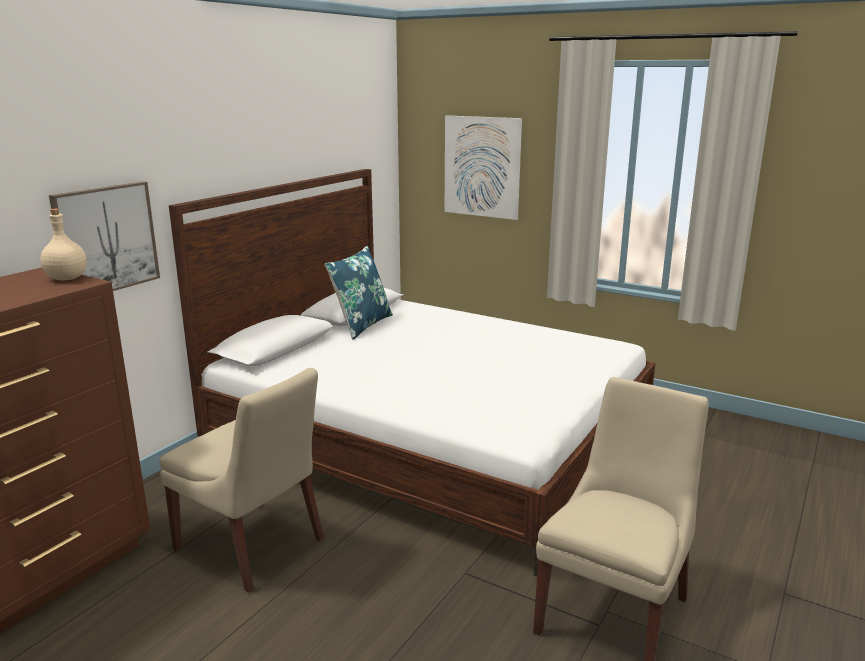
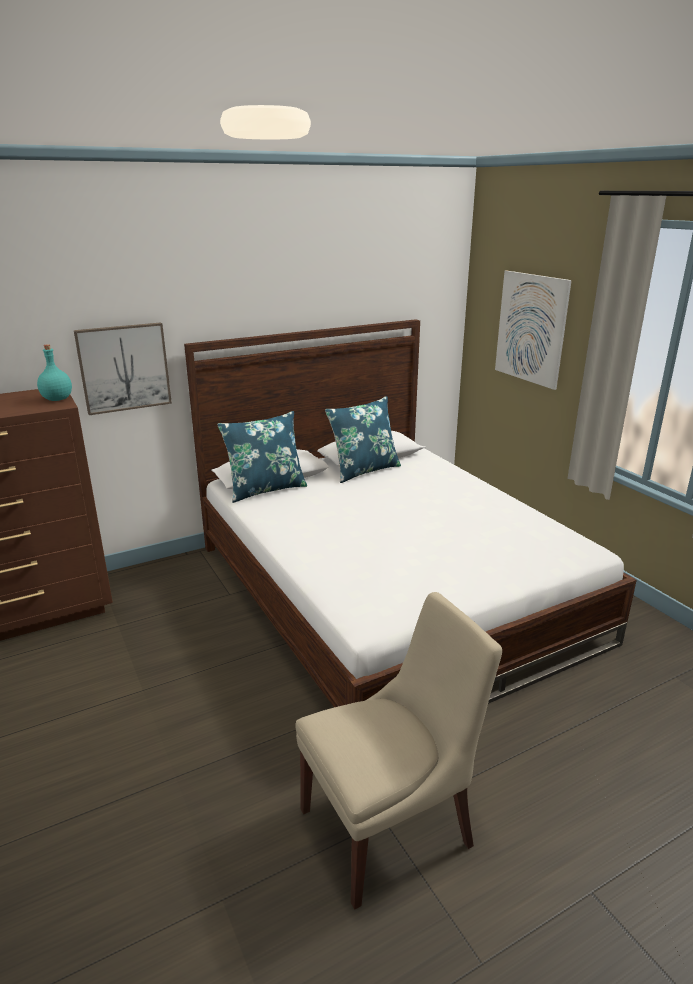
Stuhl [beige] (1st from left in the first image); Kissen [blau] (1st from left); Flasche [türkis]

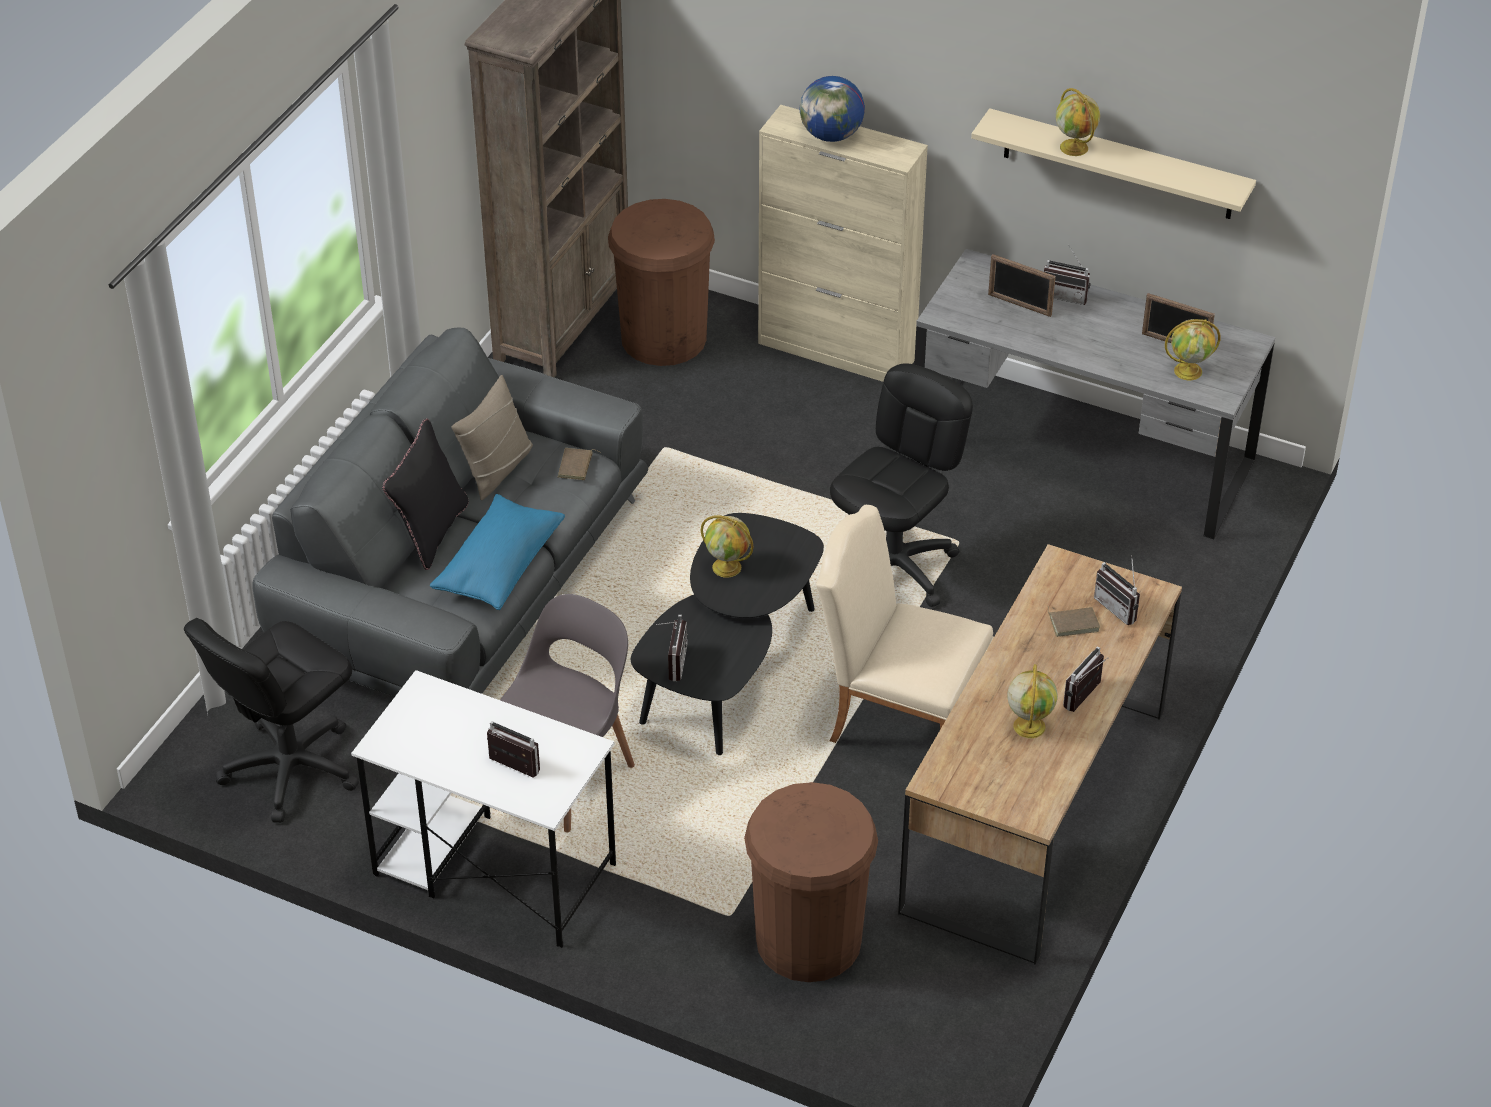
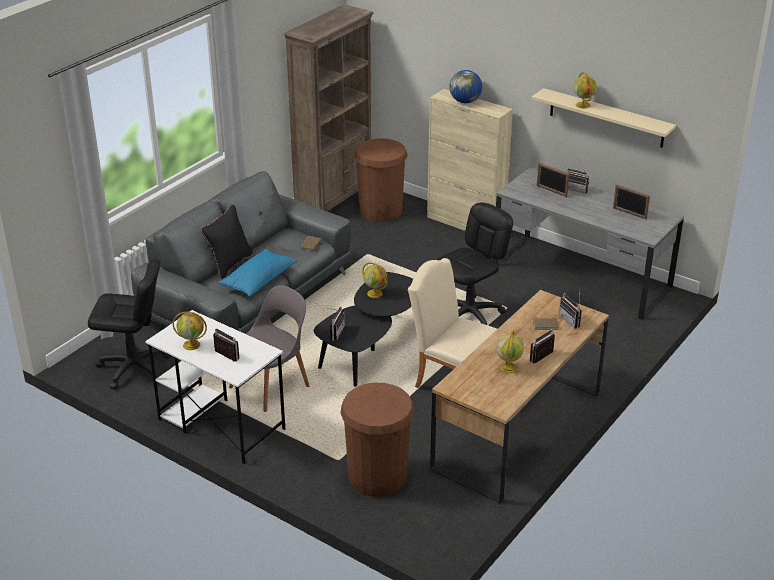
Kissen [beige]; Globus (1st from left); Bürostuhl [schwarz] (1st from left)

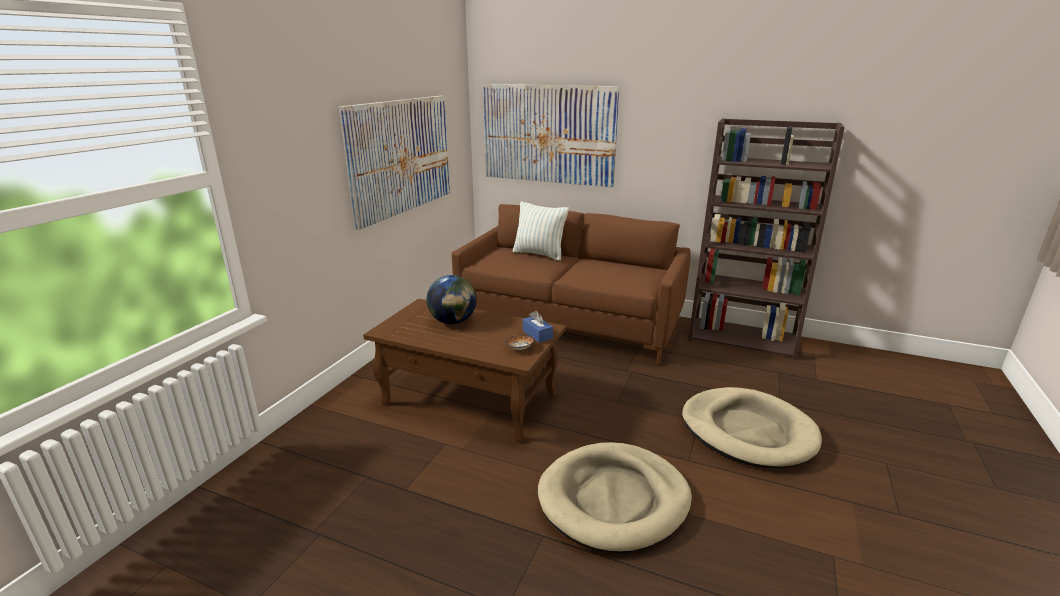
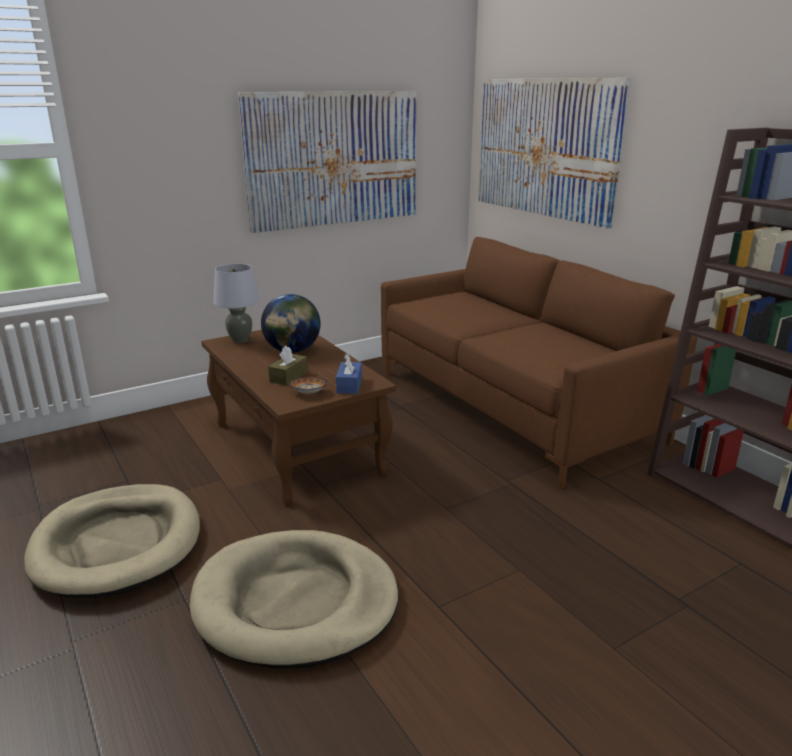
Kissen; Tischlampe [grau]; Taschentuchbox [braun]; Hundebett [beige] (1st from left)

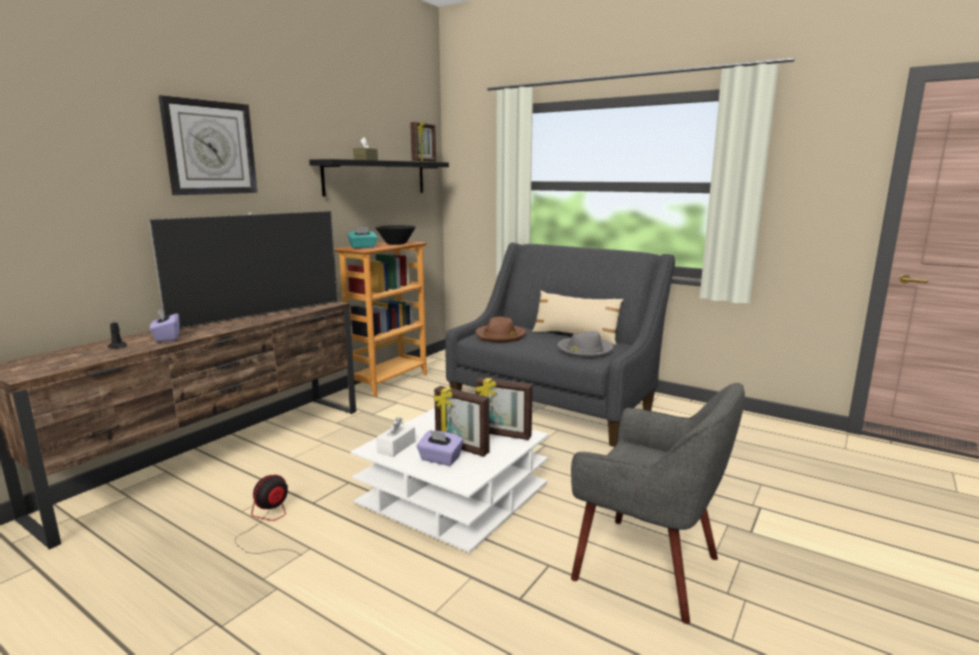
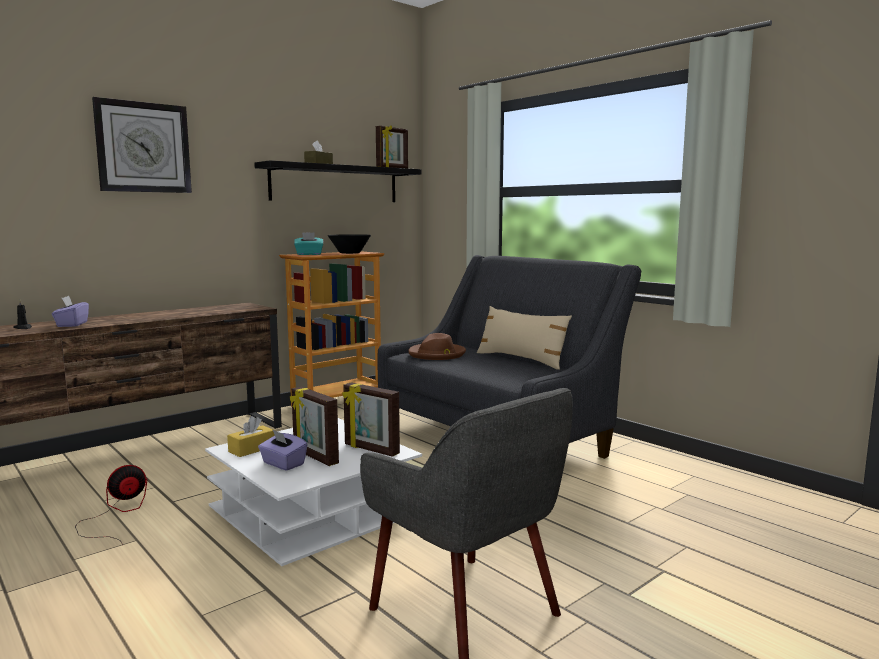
Fernseher; Hut [grau]; Taschentuchbox [gelb]

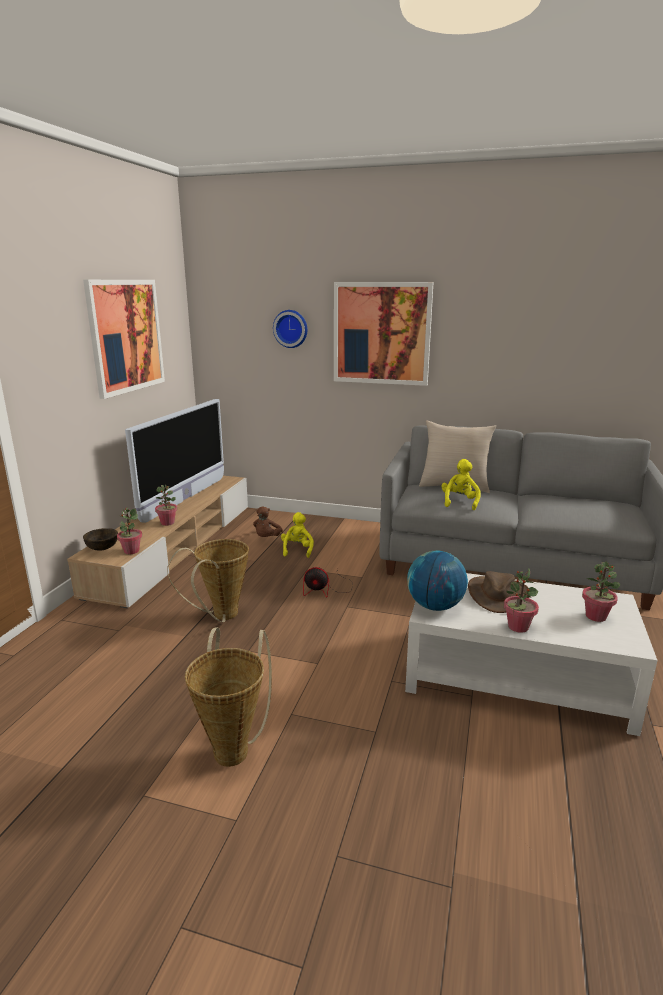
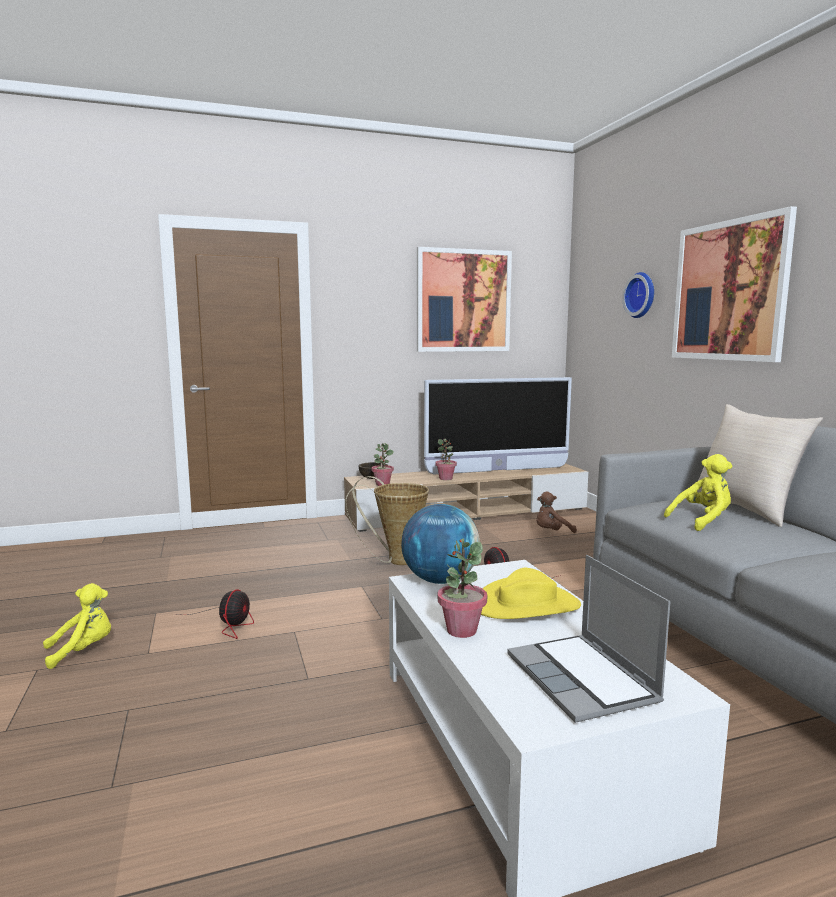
Plüschtier [gelb] (1st from left); Ventilator (1st from left); Laptop; Hut [gelb]

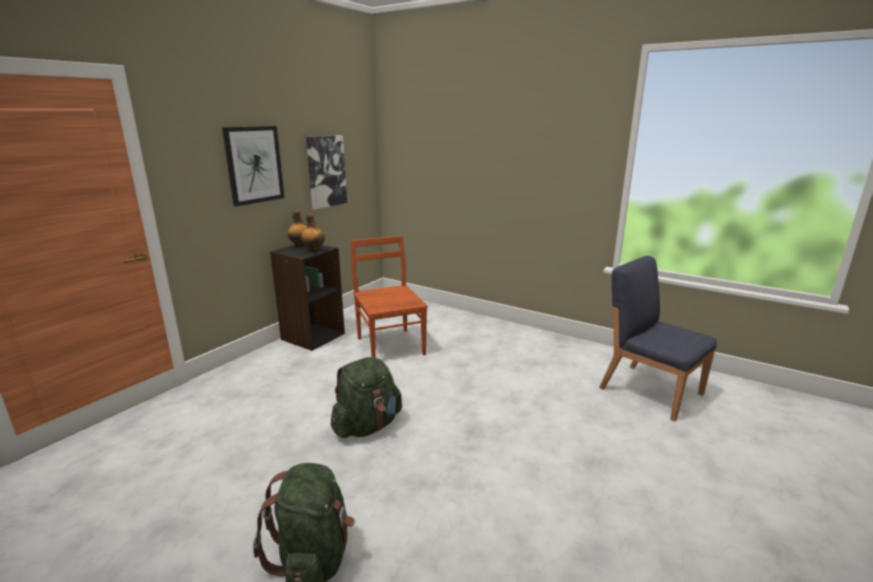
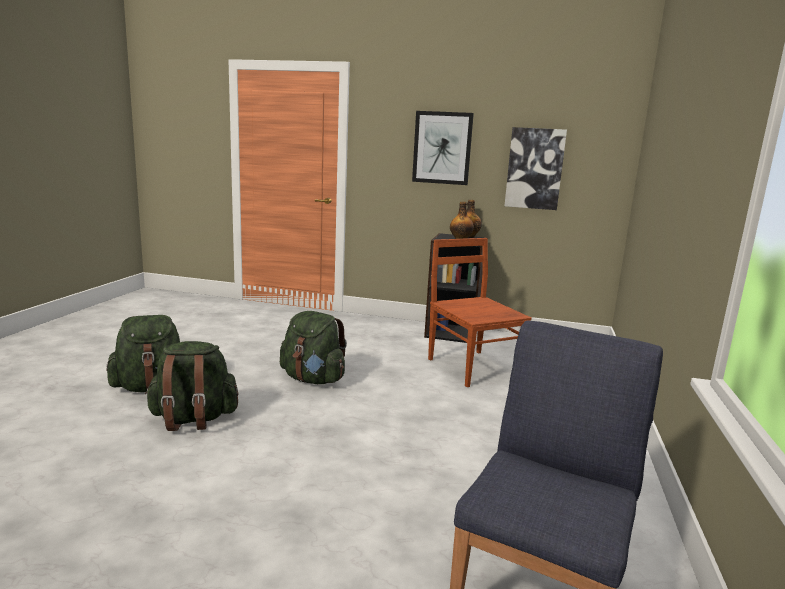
Rucksack [grün] (2nd from left); Stuhl [braun]

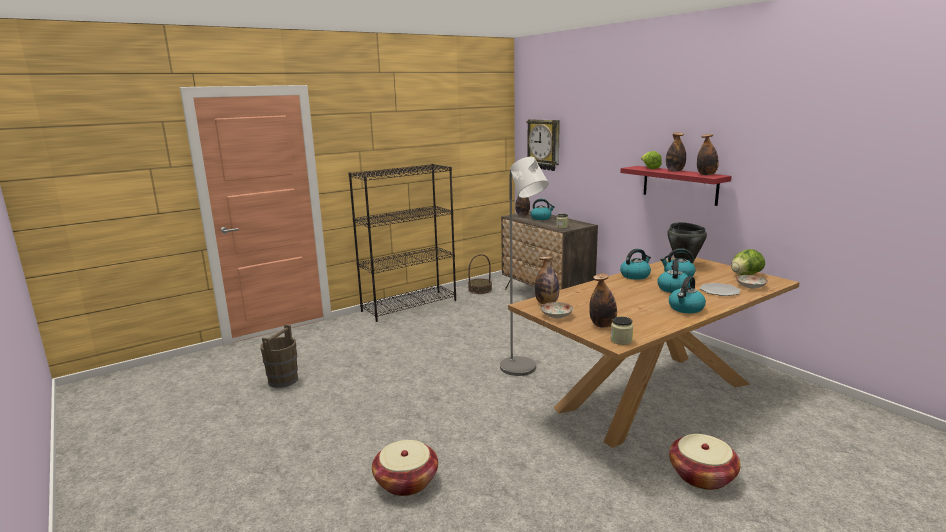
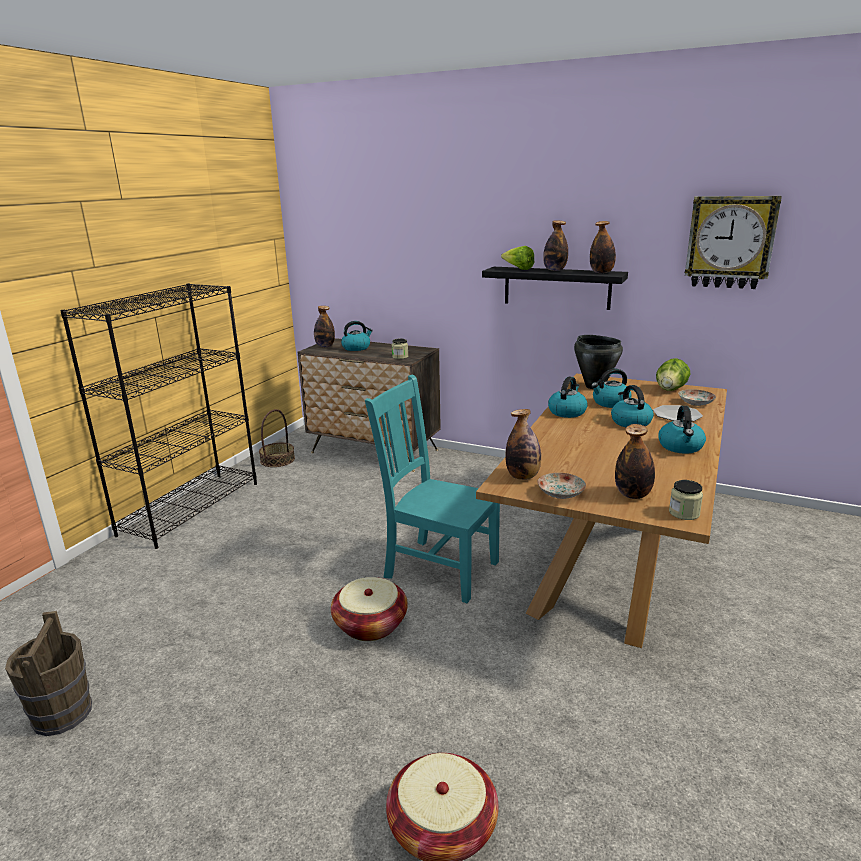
Wanduhr; Korb (2nd from left); Stuhl [türkis]; Wandregal [schwarz]

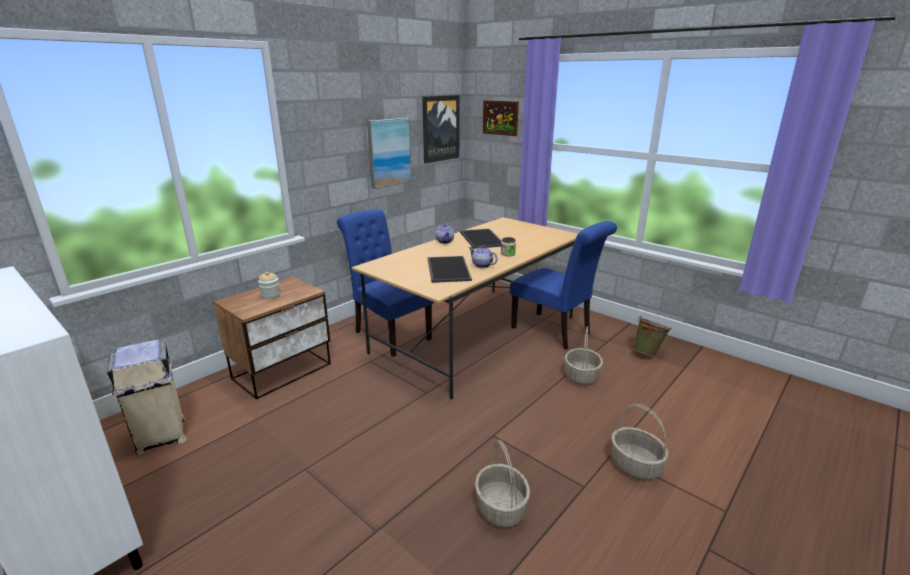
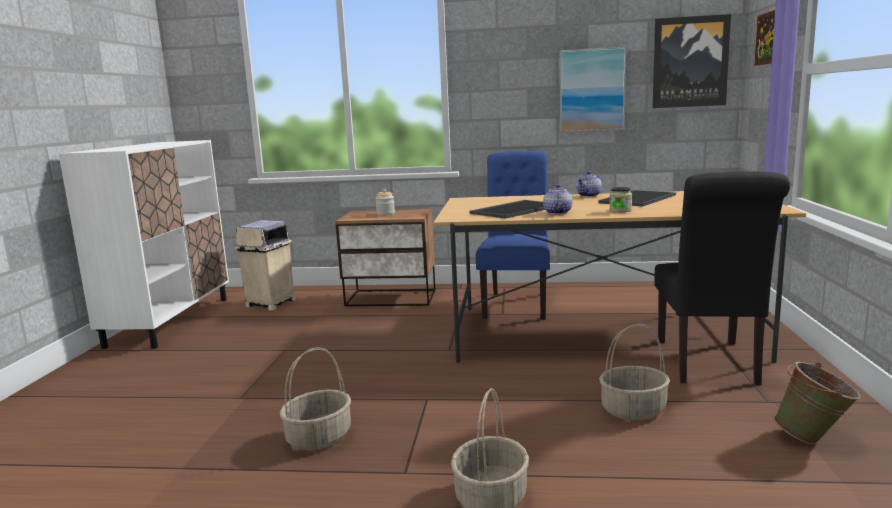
Stuhl [schwarz]

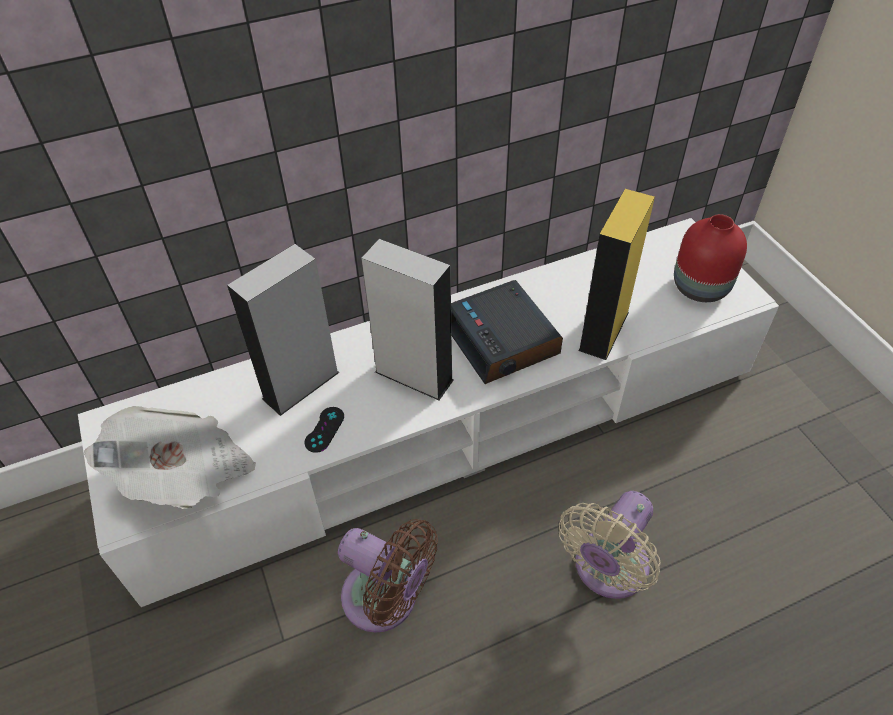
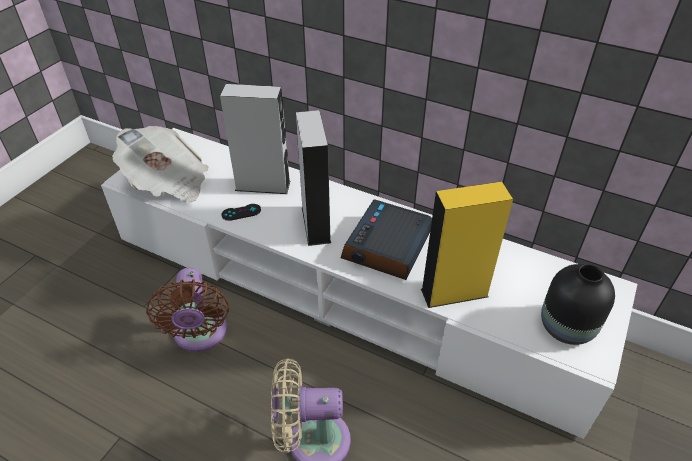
Vase [schwarz]

